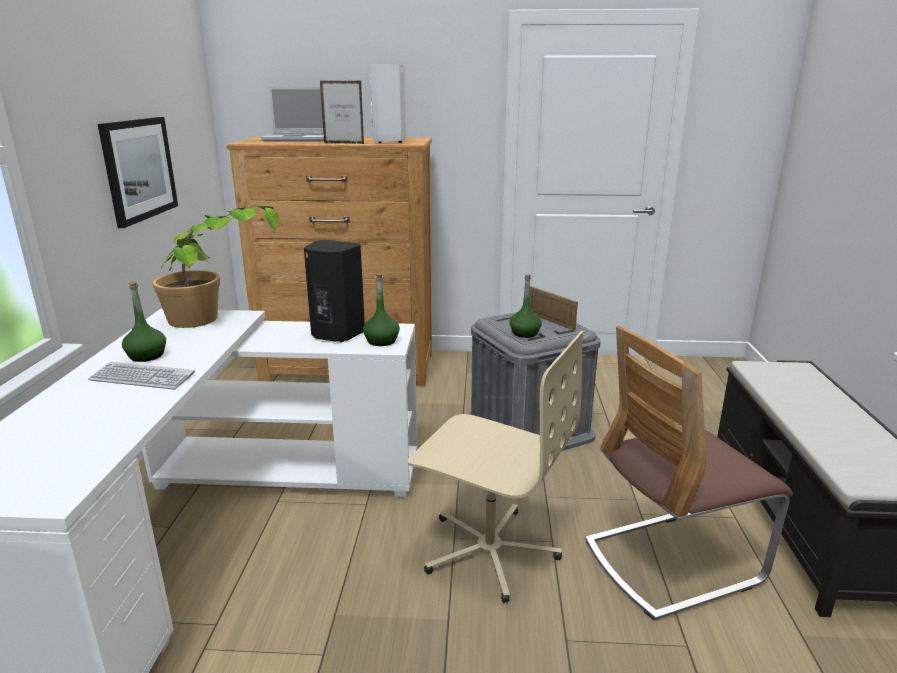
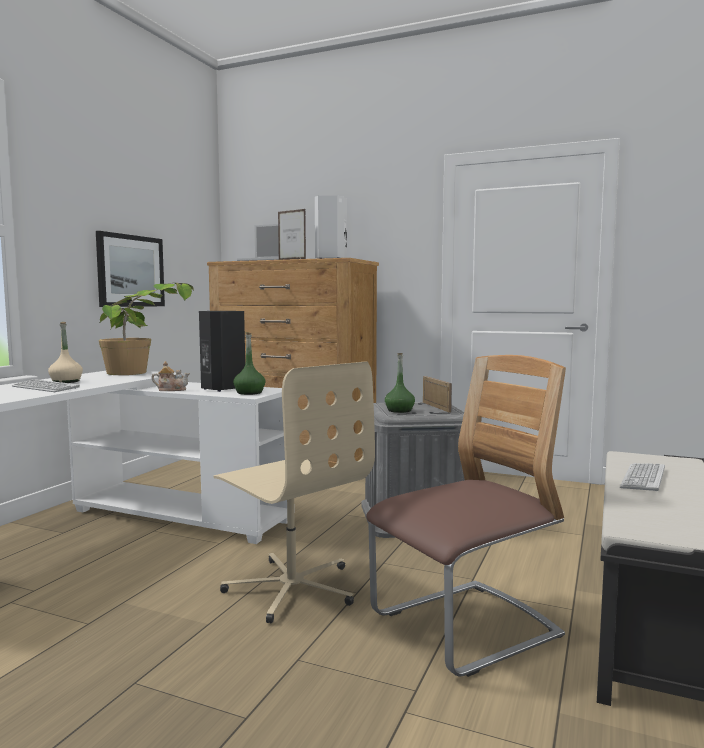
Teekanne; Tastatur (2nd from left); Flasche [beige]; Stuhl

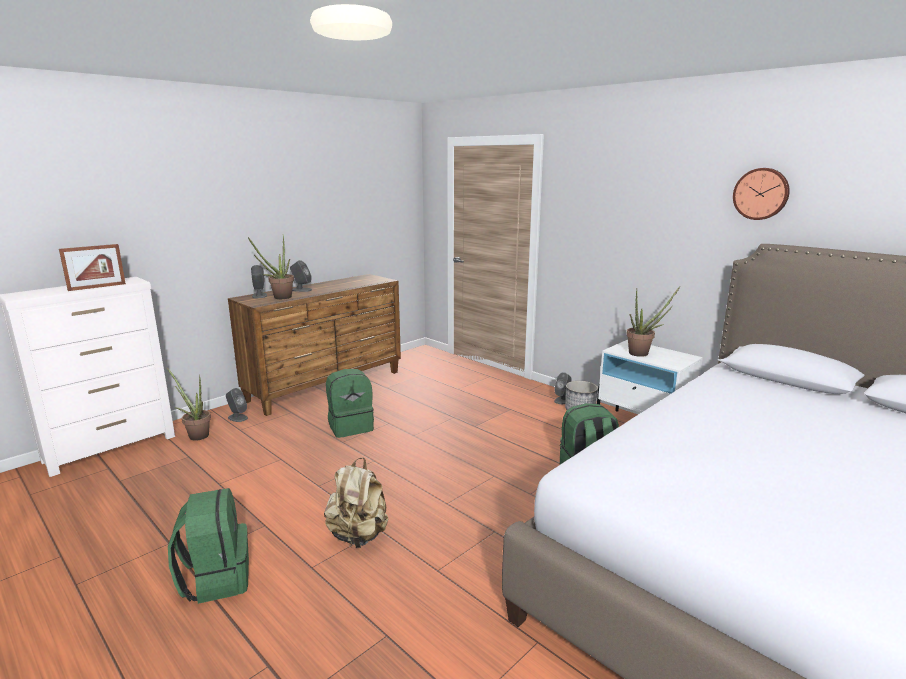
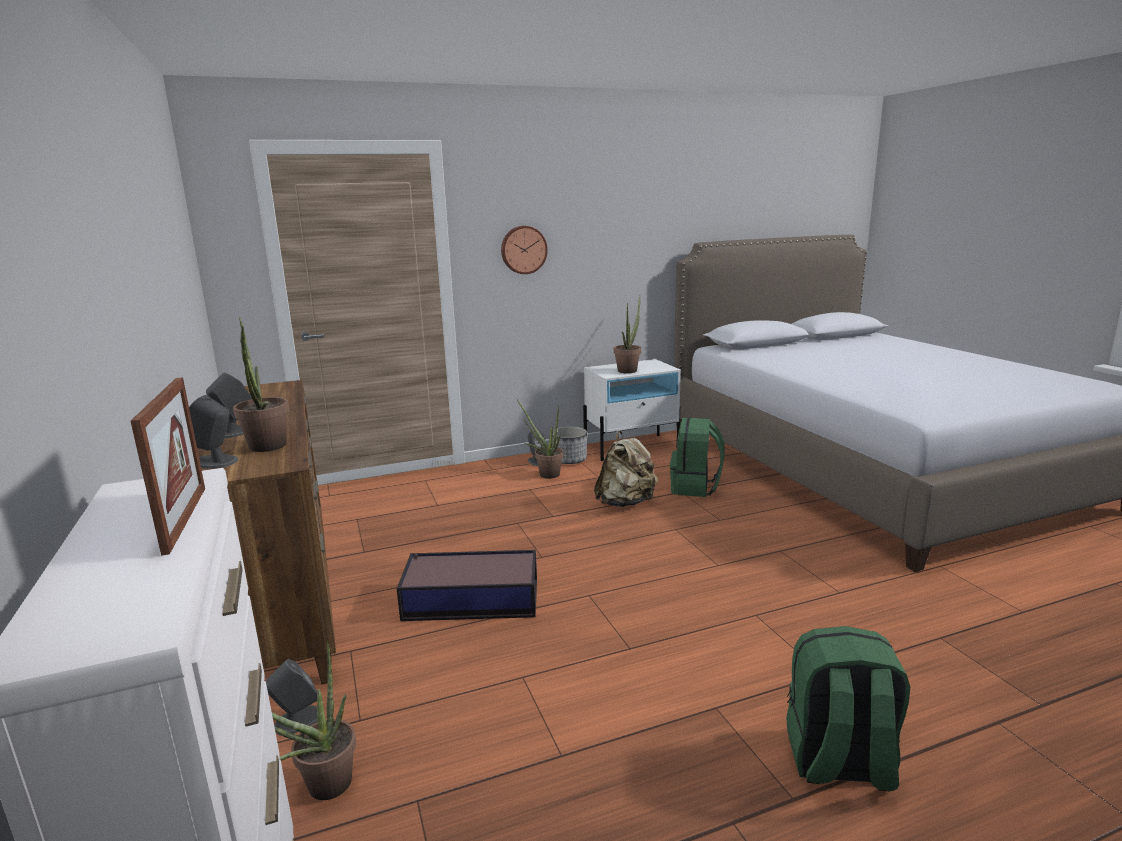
Topfpflanze (3rd from left); Rucksack [beige]; Wanduhr; Aufbewahrungsbox

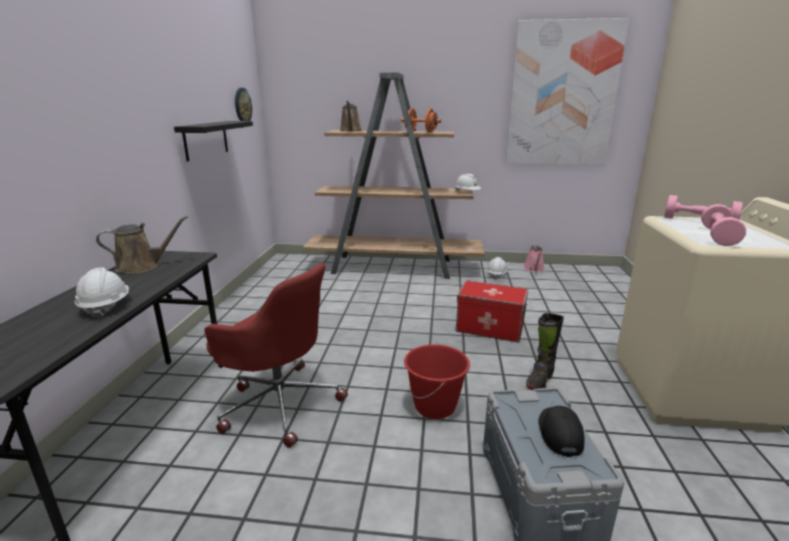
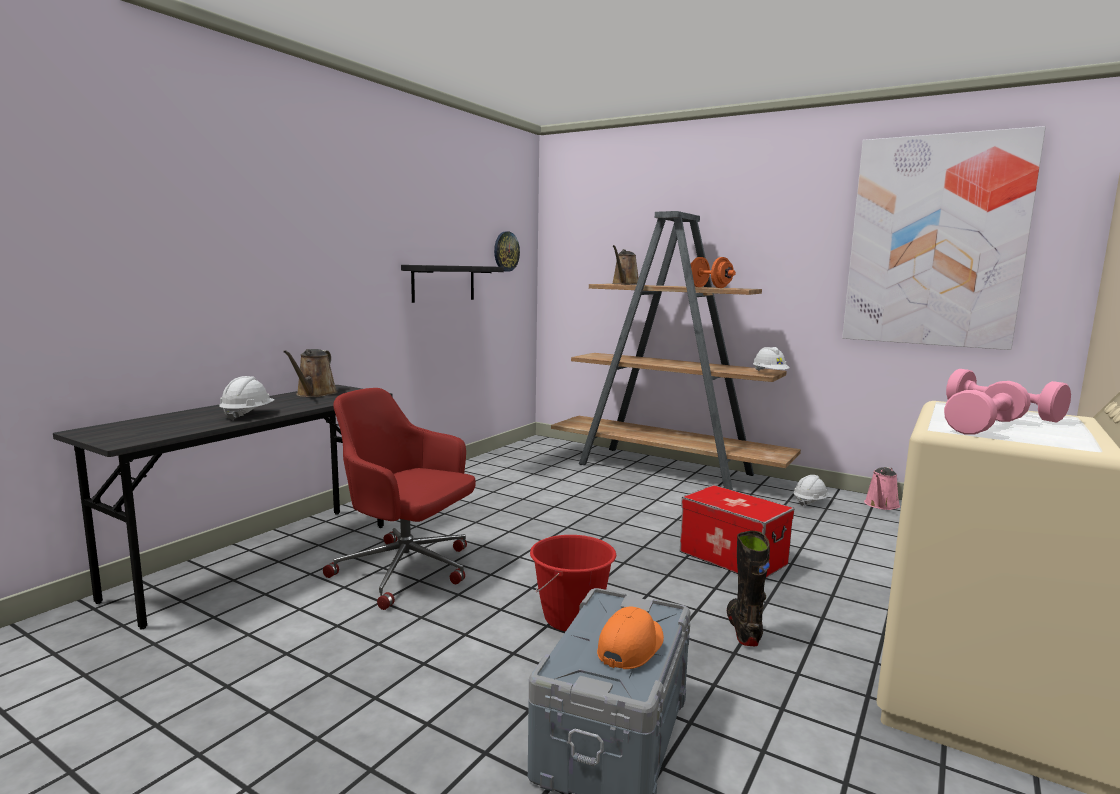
Kappe [orange]; Gießkanne [braun] (1st from left); Bürostuhl [rot]; Stiefel [schwarz]

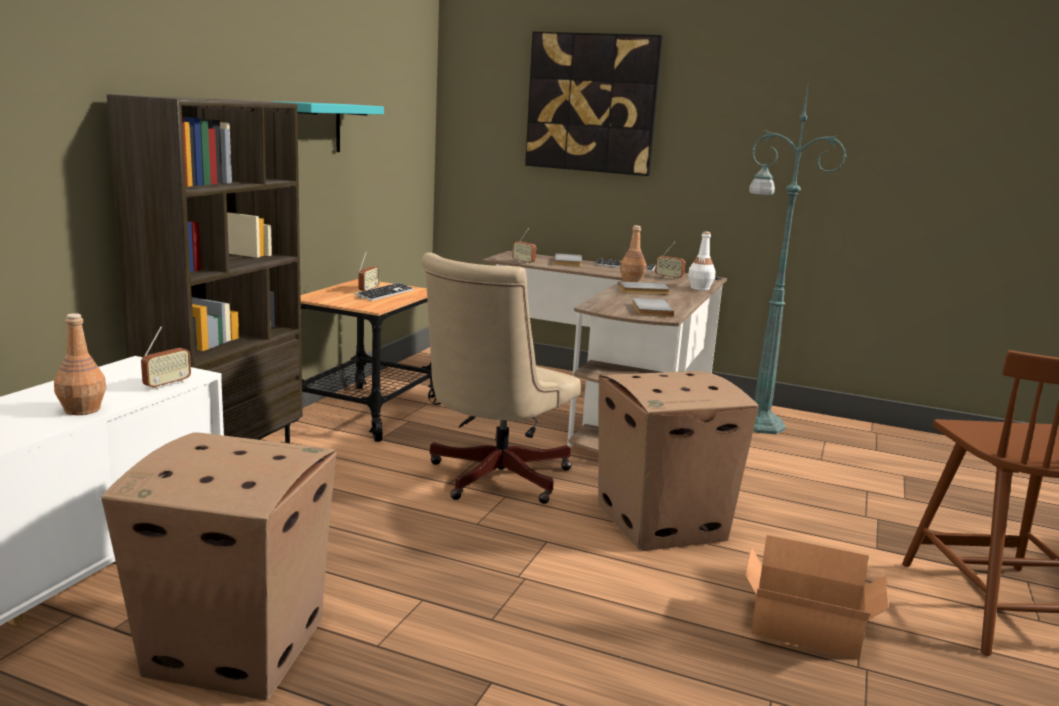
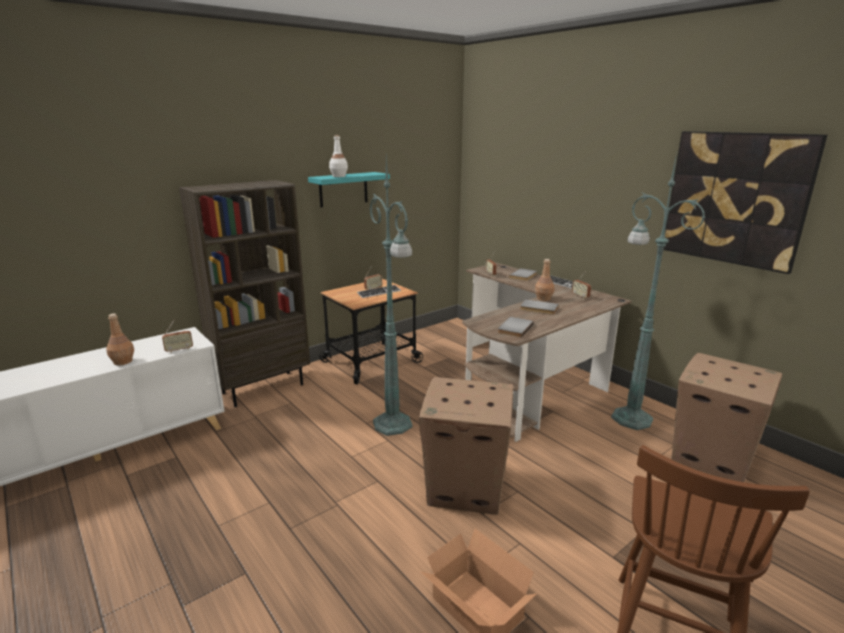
Karton (3rd from left); Bild; Flasche [weiß]; Stehlampe [grün] (1st from left)

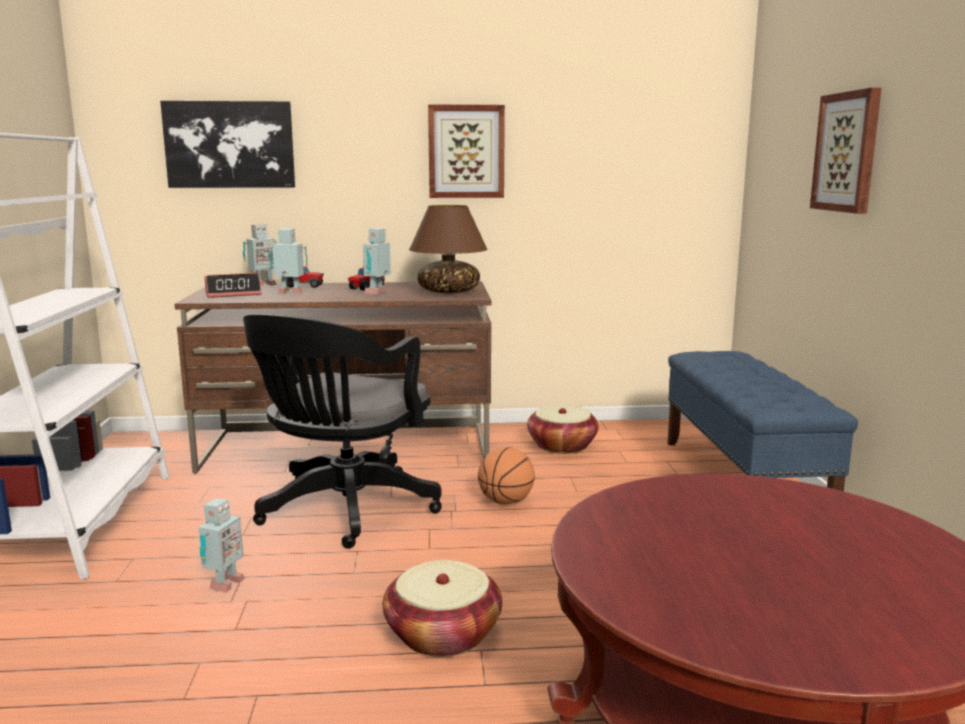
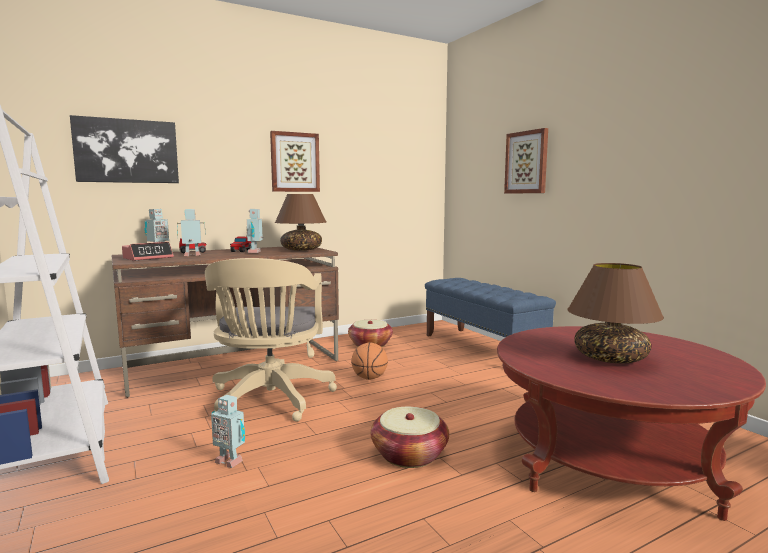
Tischlampe [braun] (2nd from left); Bürostuhl [beige]; Spielzeugroboter (3rd from left)

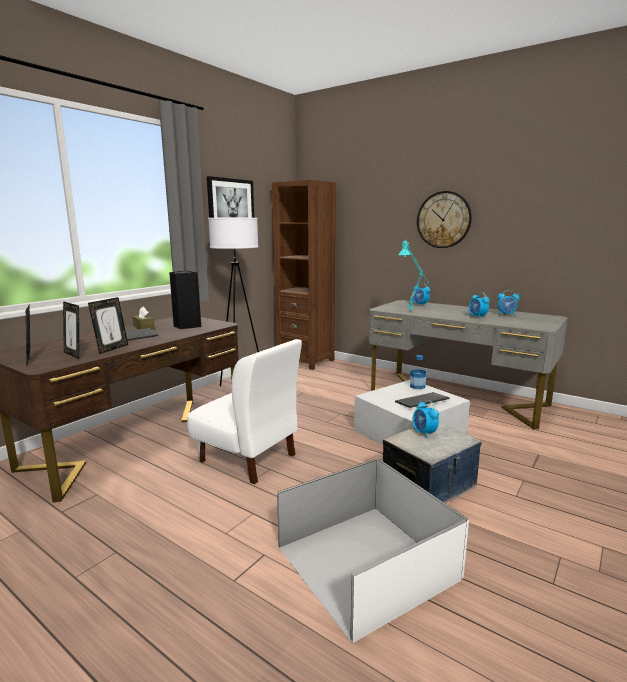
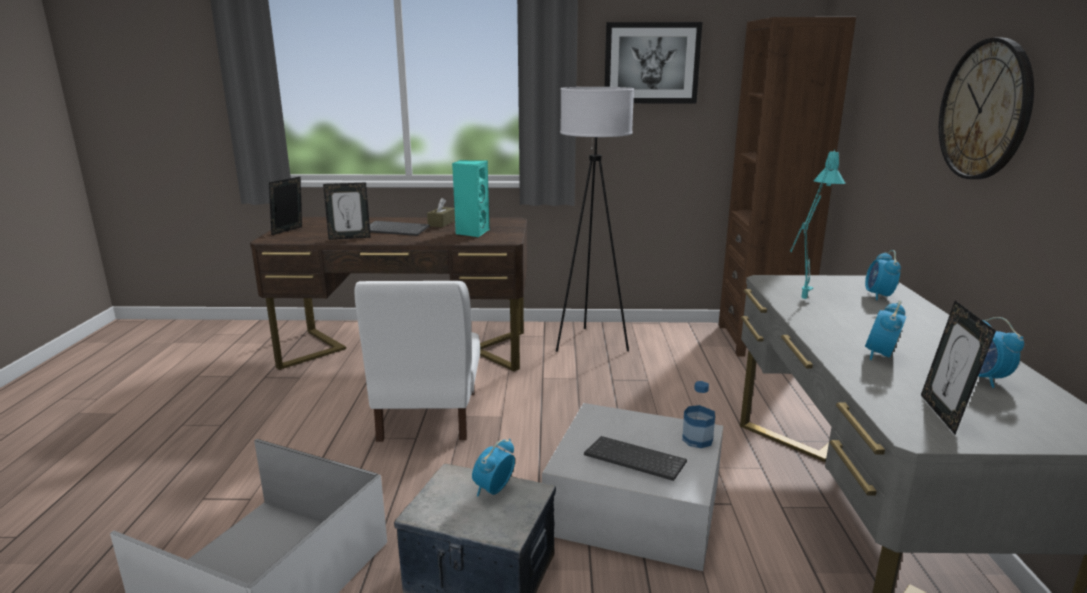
Bilderrahmen (3rd from left); Lautsprecher [türkis]

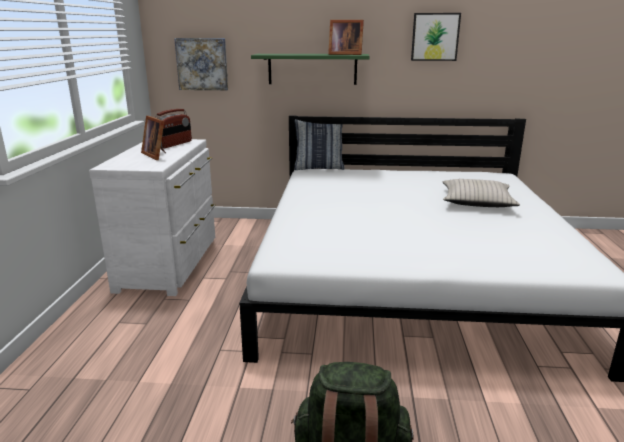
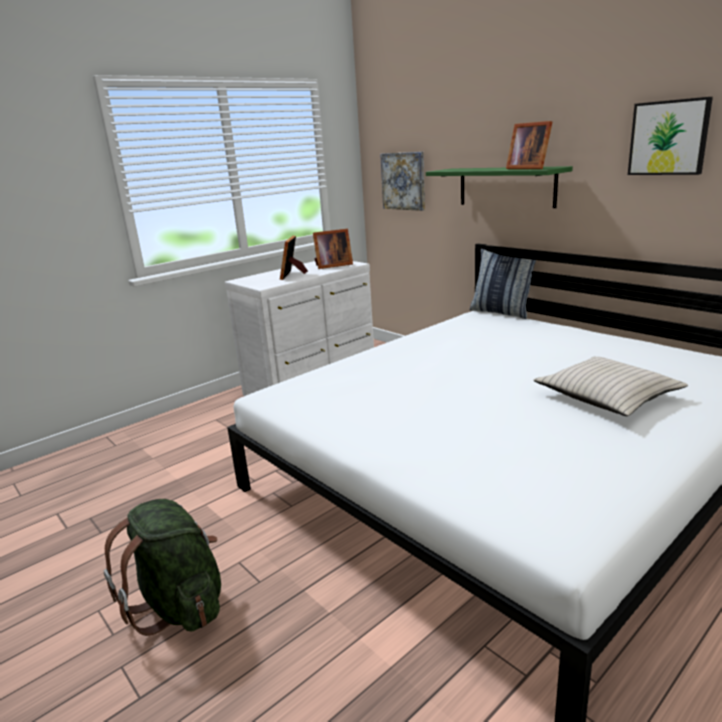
Bilderrahmen (2nd from left)

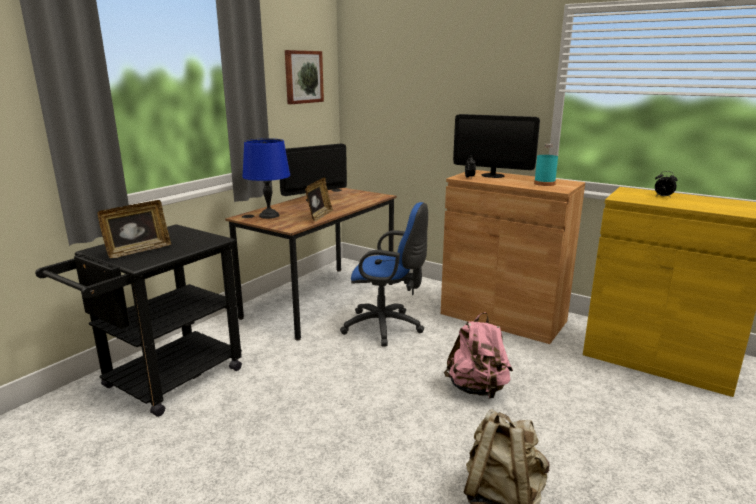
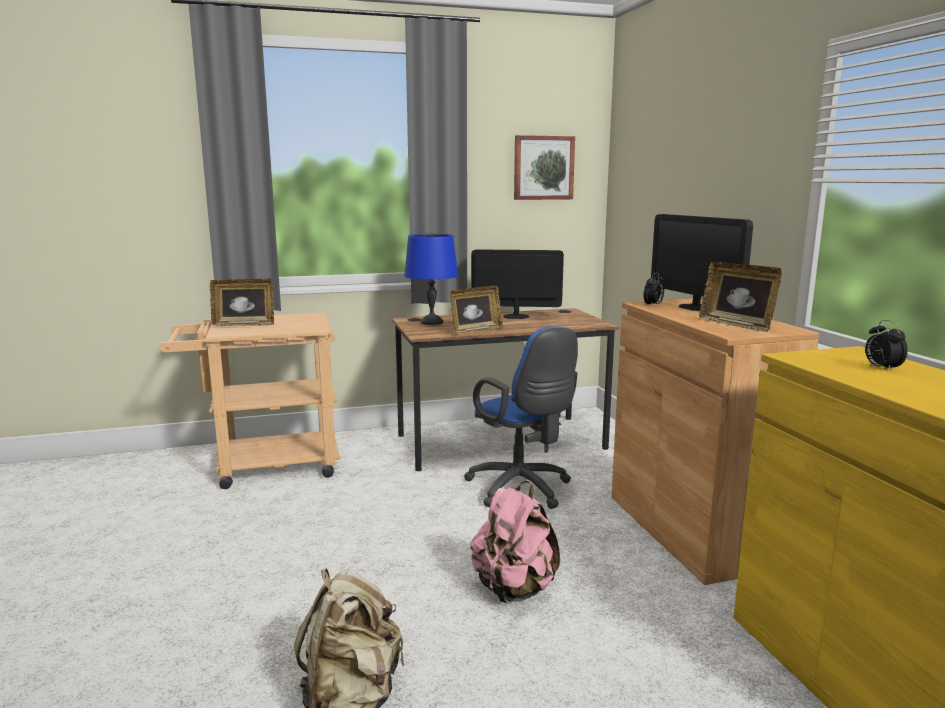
Bilderrahmen (3rd from left); Rollwagen [beige]

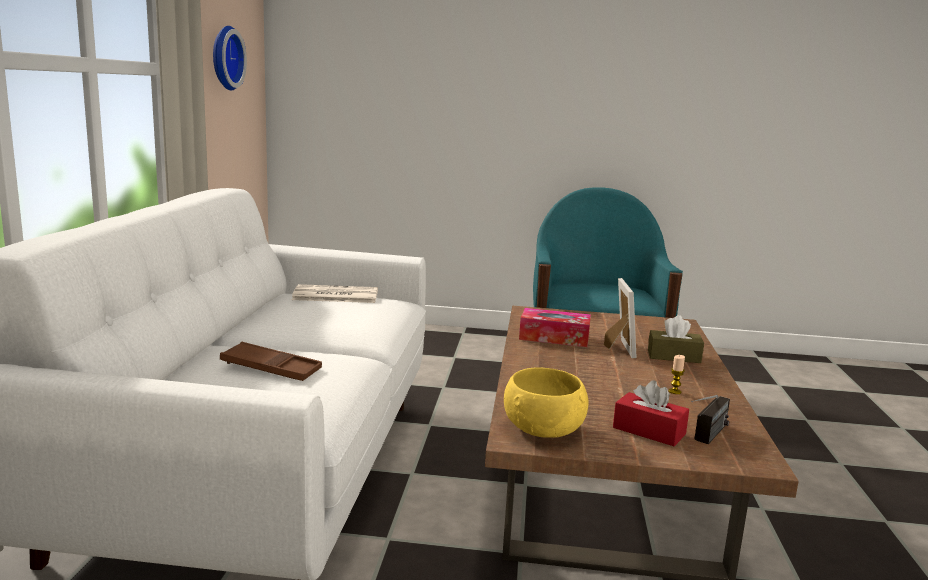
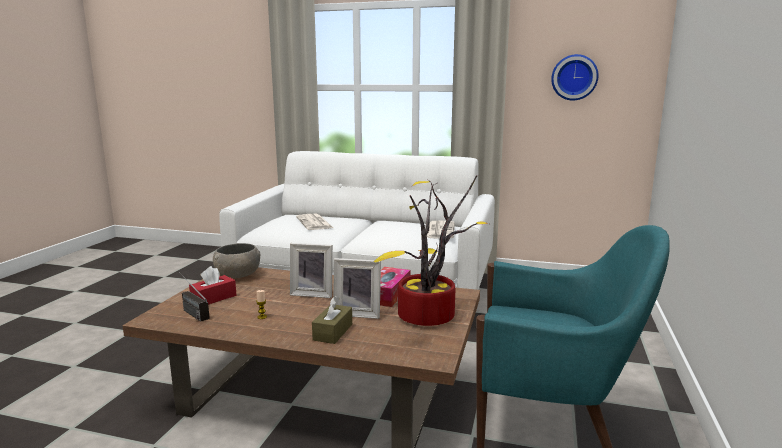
Bilderrahmen (1st from left); Topfpflanze; Zeitung (1st from left); Schüssel [grau]

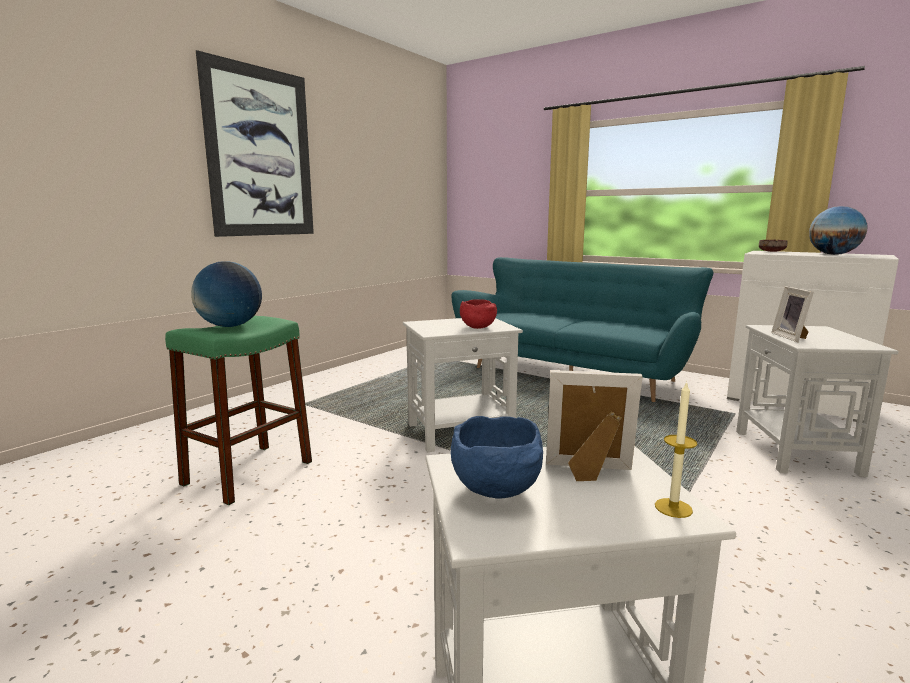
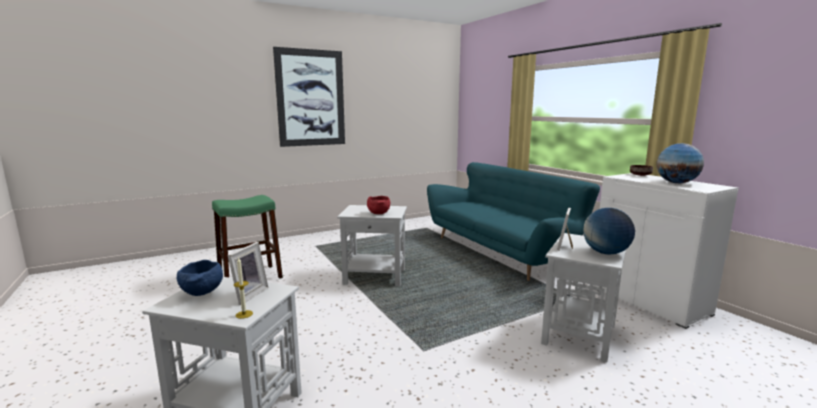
Globus (1st from left); Bilderrahmen (1st from left)

